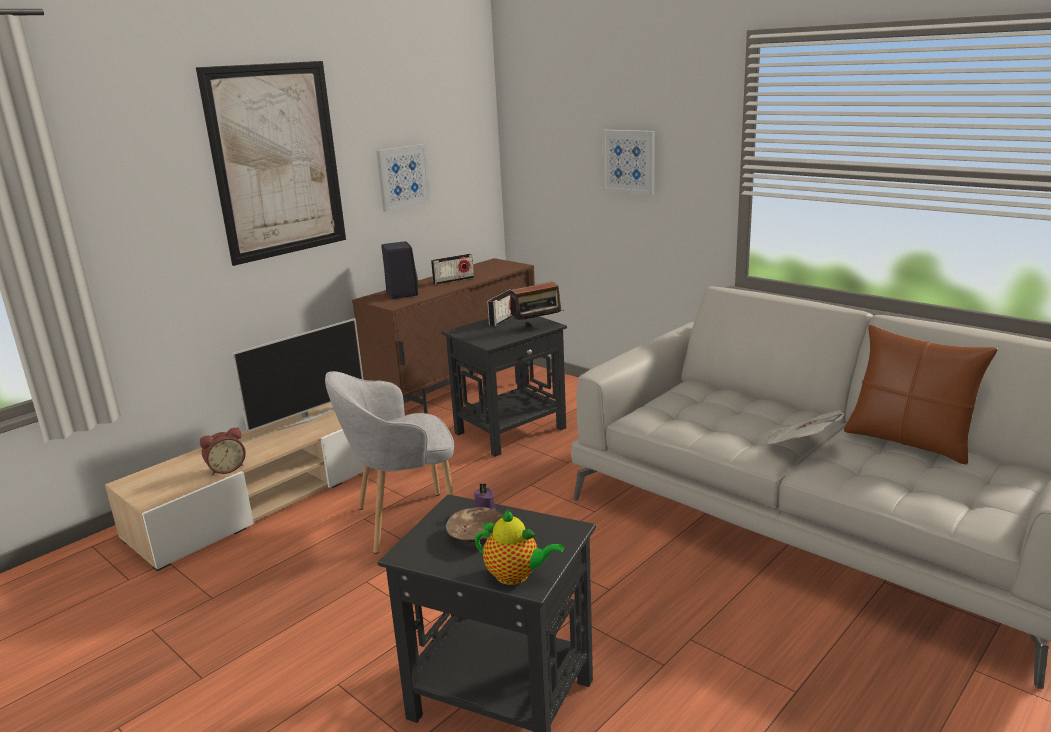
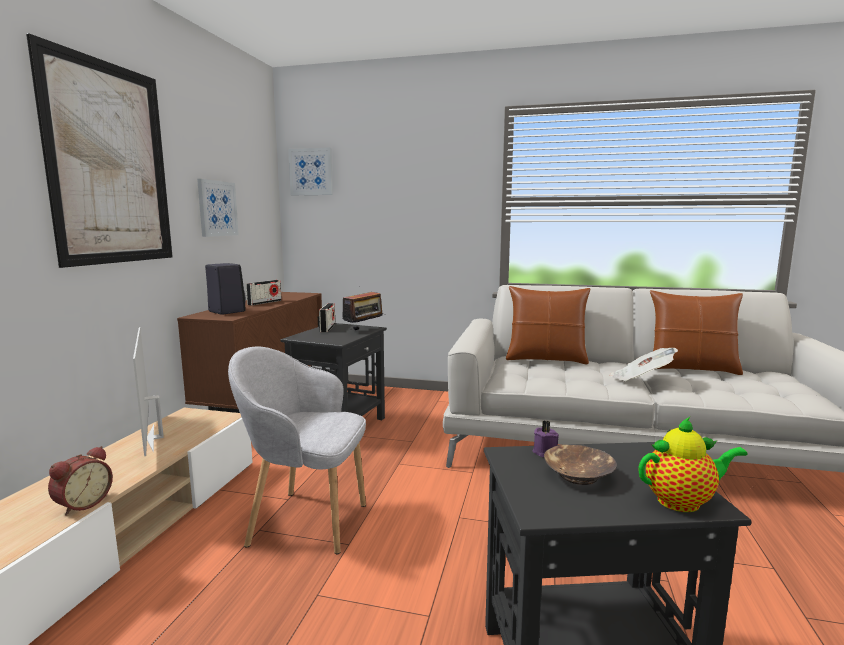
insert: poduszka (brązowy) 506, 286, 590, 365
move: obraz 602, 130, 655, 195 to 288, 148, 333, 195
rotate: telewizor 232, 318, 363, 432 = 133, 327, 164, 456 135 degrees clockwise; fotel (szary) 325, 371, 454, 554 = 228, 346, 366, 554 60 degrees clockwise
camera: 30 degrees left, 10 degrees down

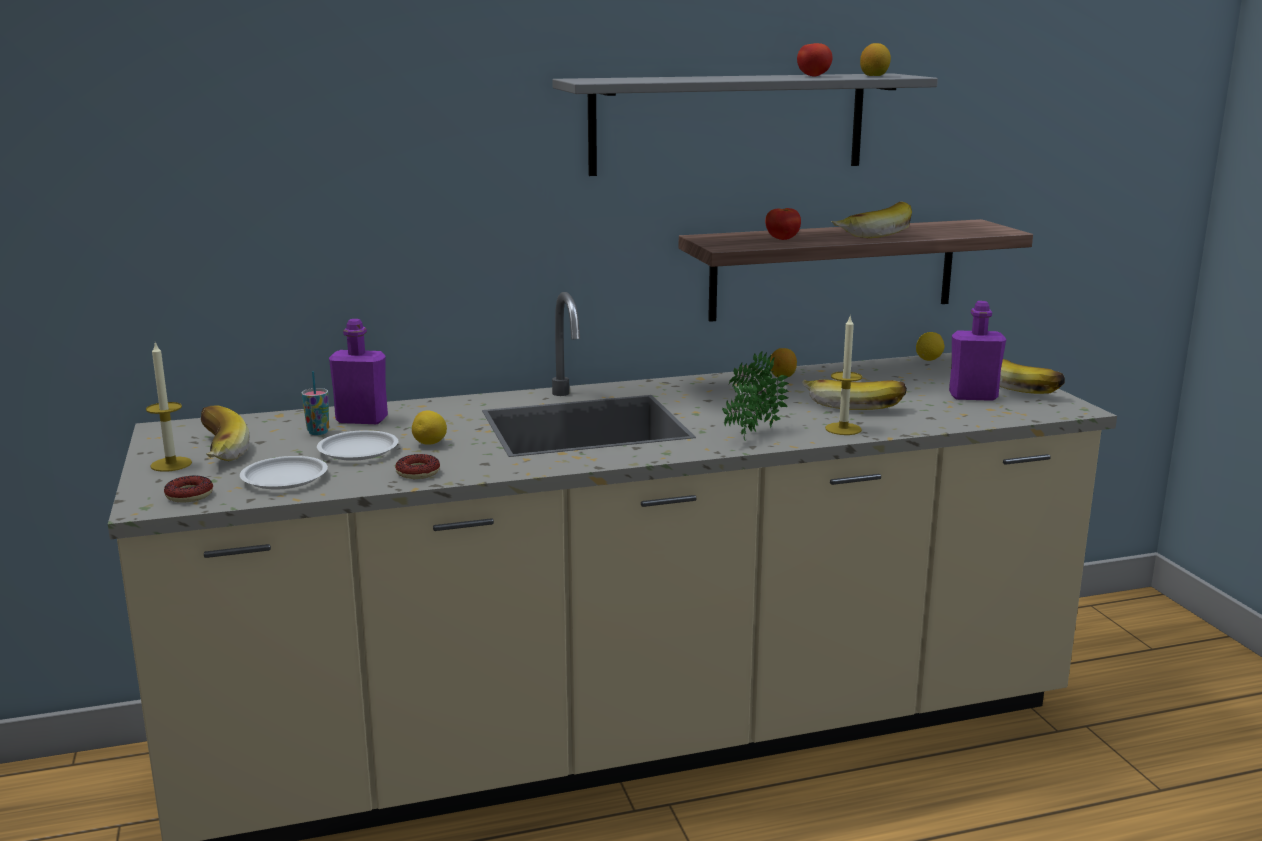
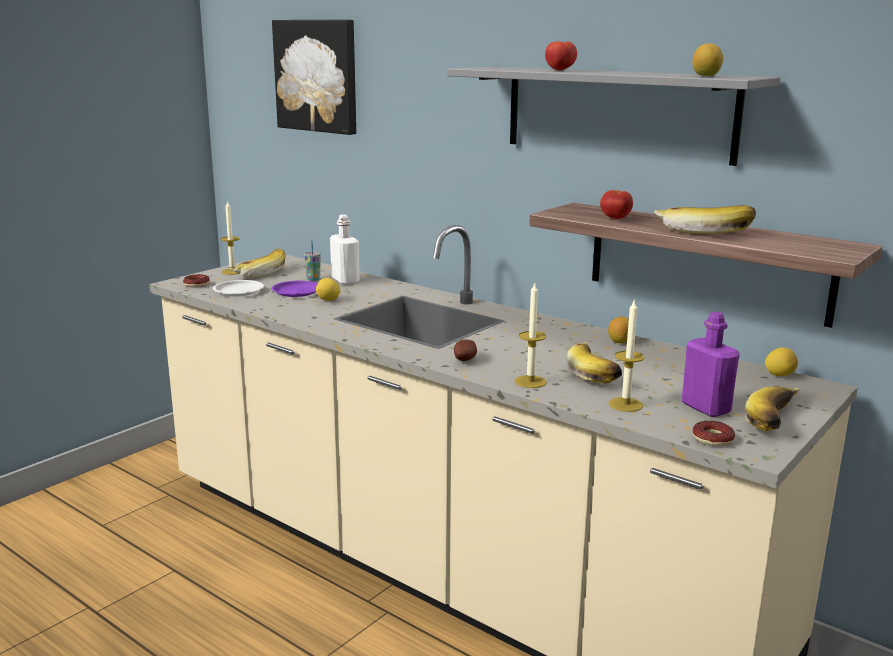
insert: obraz 272, 20, 356, 135; świeca 609, 301, 645, 412
move: donut 395, 454, 440, 479 to 692, 421, 735, 446; pomidor 797, 43, 832, 77 to 545, 41, 577, 70
replace: roślina doniczkowa 722, 350, 789, 441 to ziemniak 454, 340, 477, 361
recolor: talerz (biały) 317, 430, 398, 461 to talerz (fioletowy) 271, 281, 318, 297; butelka (fioletowy) 329, 319, 388, 424 to butelka (biały) 330, 214, 360, 285
camera: 55 degrees right, 0 degrees up

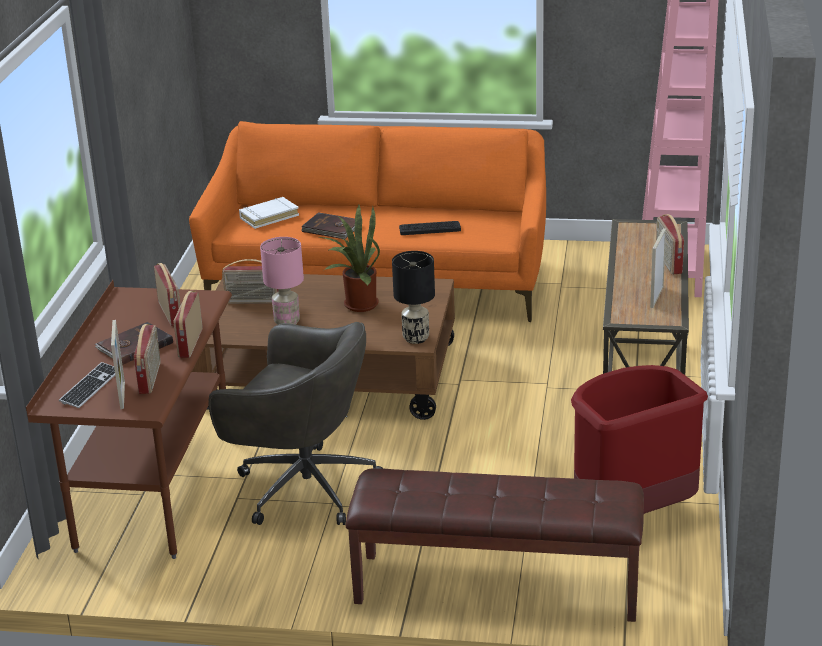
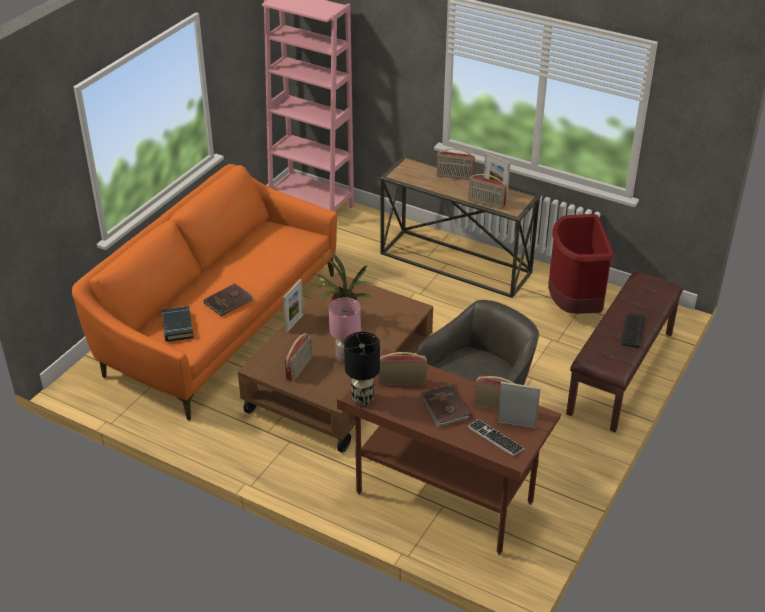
insert: ramka na zdjęcie 283, 279, 304, 333
move: radio 173, 291, 203, 358 to 468, 174, 507, 209; lampa stołowa (czarny) 392, 251, 435, 344 to 344, 332, 380, 406; klawiatura 399, 221, 461, 235 to 621, 314, 645, 348
recolor: książka (biały) 239, 197, 299, 229 to książka (czarny) 162, 306, 193, 342
camera: 70 degrees left, 10 degrees up

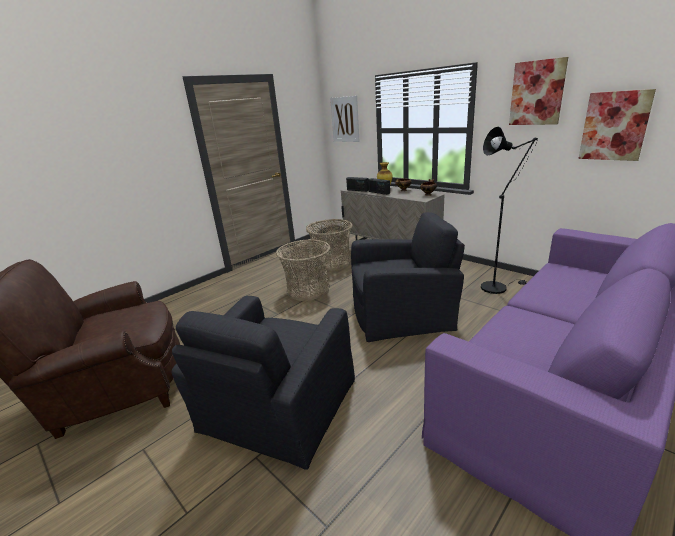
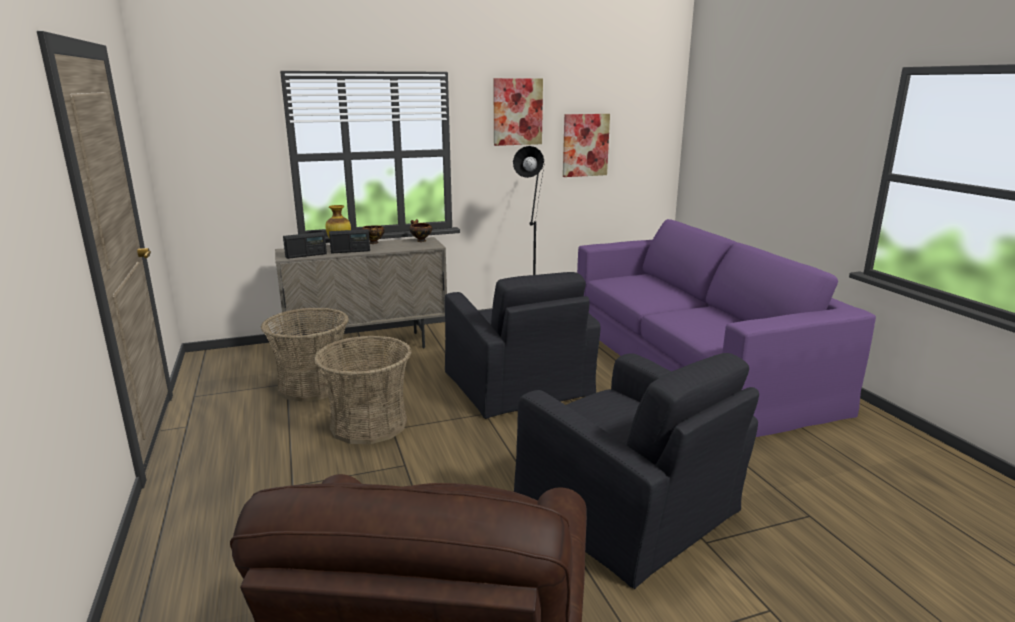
delete: obraz 330, 96, 360, 142
rotate: fotel (czarny) 351, 212, 465, 342 = 445, 272, 600, 419 135 degrees clockwise
camera: 65 degrees left, 5 degrees down

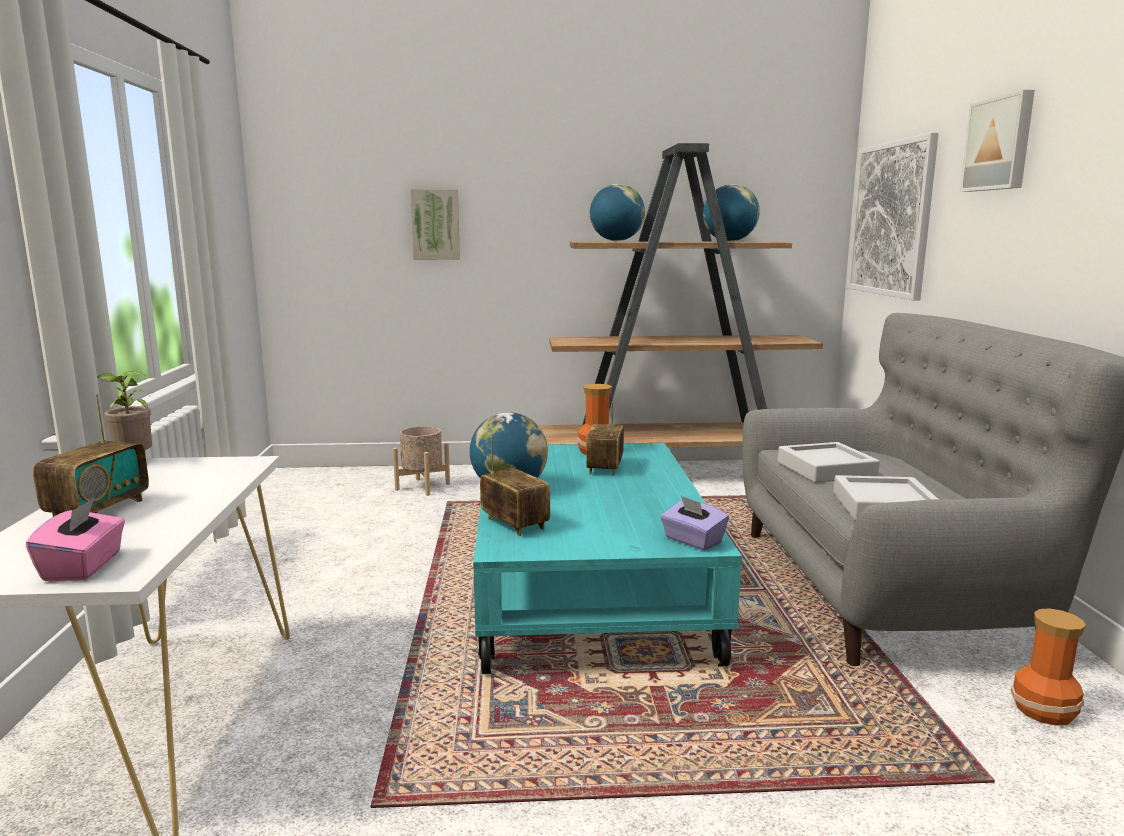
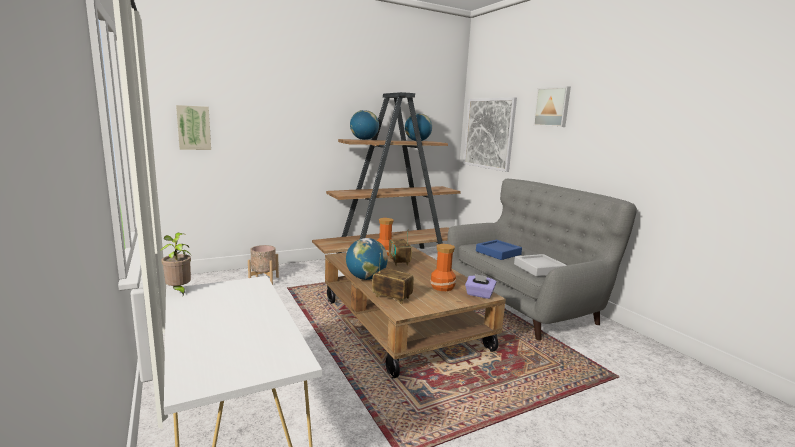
delete: pudełko chusteczek (różowy) 26, 498, 125, 581; radio 33, 394, 149, 517
move: obraz 410, 189, 460, 260 to 176, 105, 211, 150; wazon 1011, 608, 1086, 726 to 430, 244, 456, 291
recolor: ława (turkusowy) 473, 443, 742, 674 to ława (brązowy) 325, 245, 506, 378; taca (szary) 778, 442, 880, 483 to taca (niebieski) 476, 240, 522, 260
camera: 25 degrees left, 0 degrees up

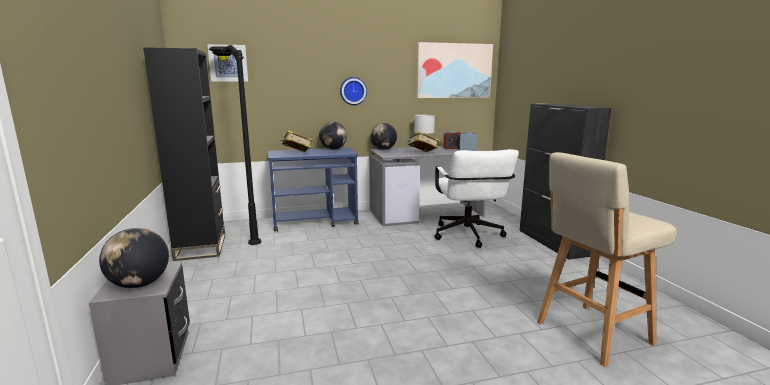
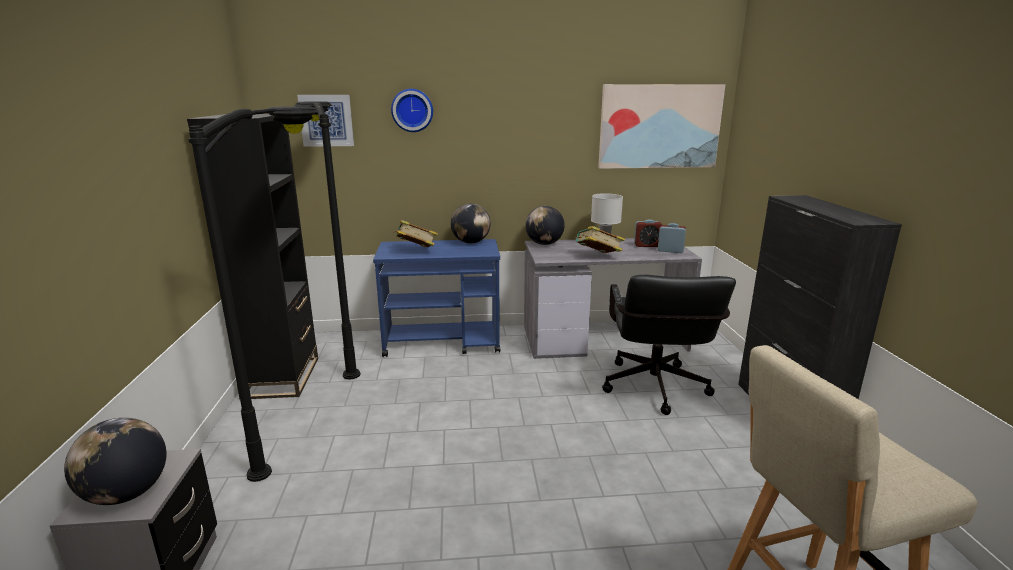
insert: lampa stojąca (czarny) 188, 106, 318, 482
move: zegar ścienny 340, 77, 367, 105 to 391, 89, 433, 132
recolor: krzesło biurowe (biały) 434, 149, 519, 248 to krzesło biurowe (czarny) 602, 275, 736, 415
camera: 10 degrees right, 5 degrees up

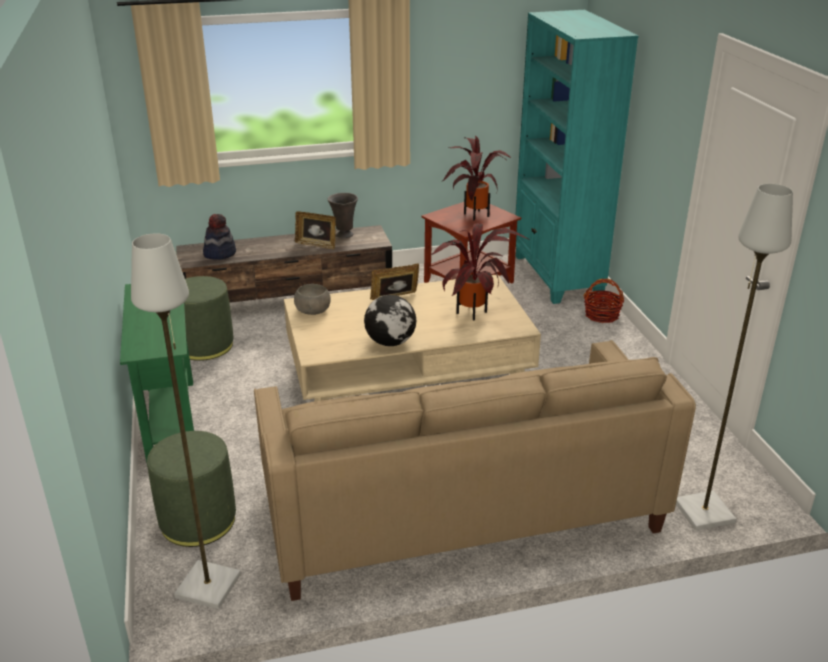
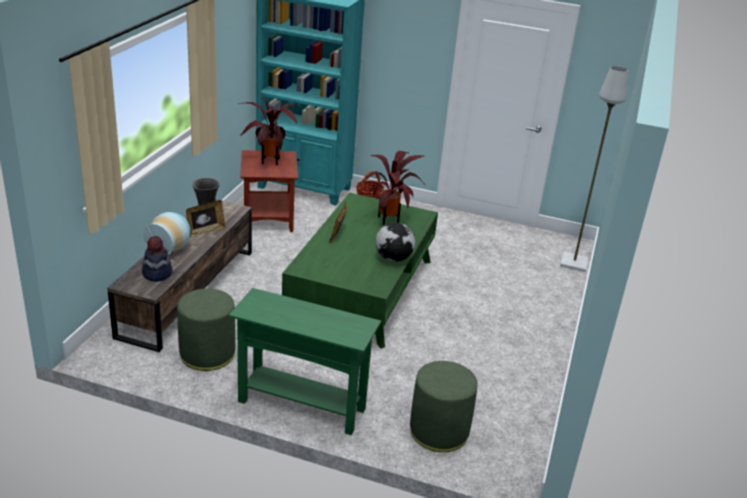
delete: lampa stojąca (szary) 131, 233, 241, 609; kanapa (beżowy) 254, 340, 696, 601; miska (szary) 294, 284, 331, 315
insert: wazon 143, 212, 190, 255
recolor: ława (beżowy) 284, 274, 541, 401 to ława (zielony) 282, 193, 438, 349
camera: 60 degrees left, 0 degrees up

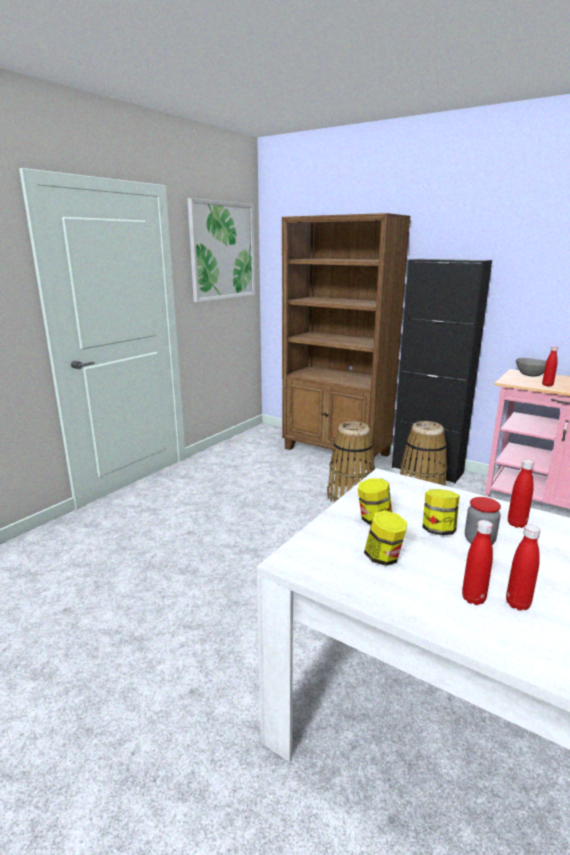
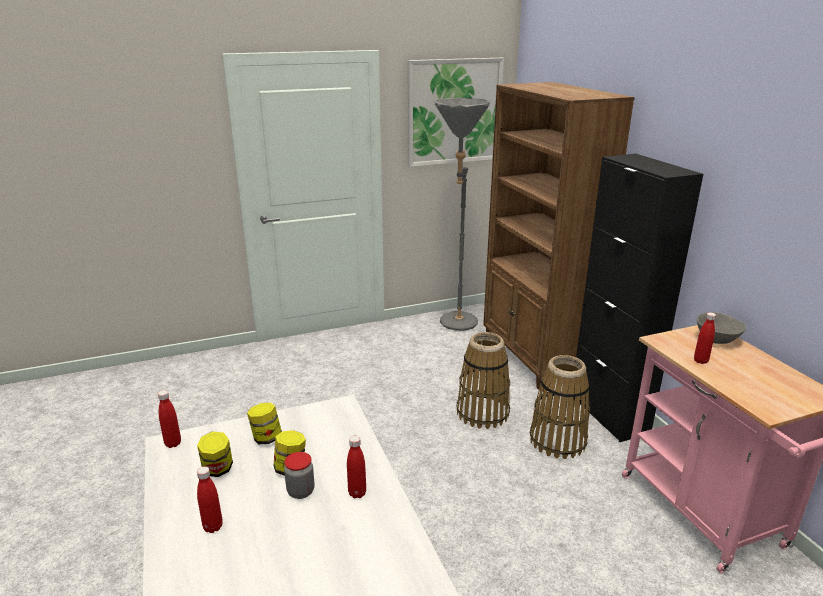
insert: lampa stojąca (szary) 435, 98, 490, 331
move: butelka (czerwony) 506, 524, 541, 611 to 158, 390, 181, 448
camera: 35 degrees right, 5 degrees up

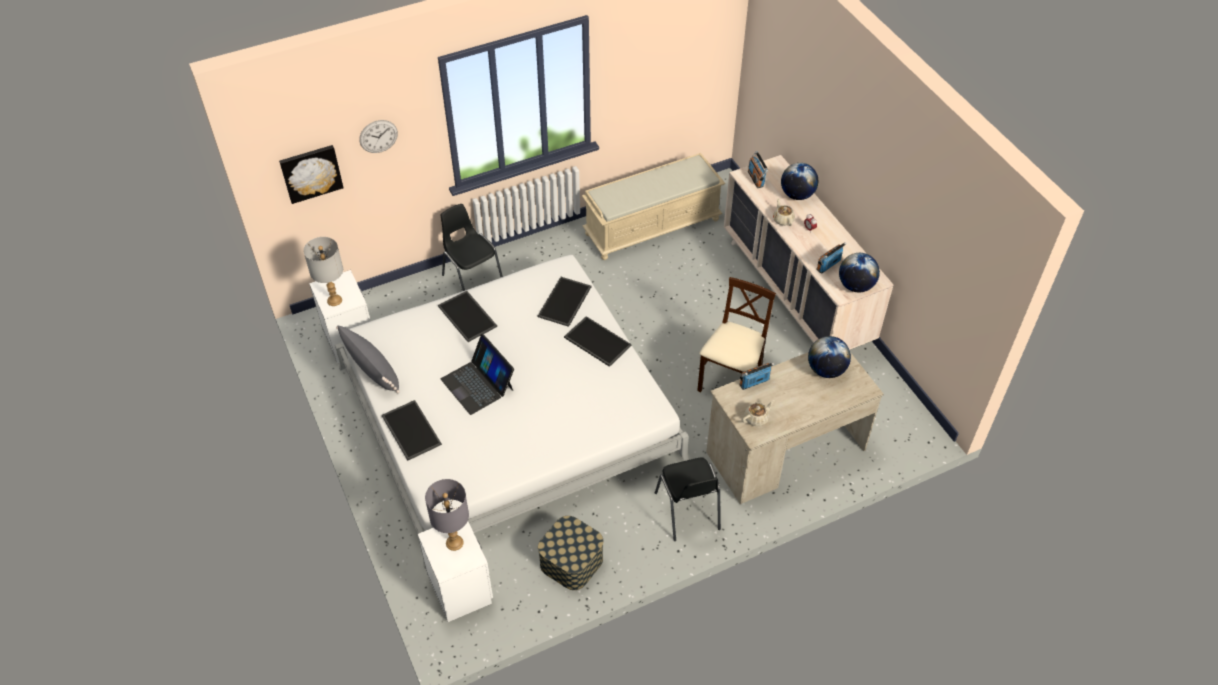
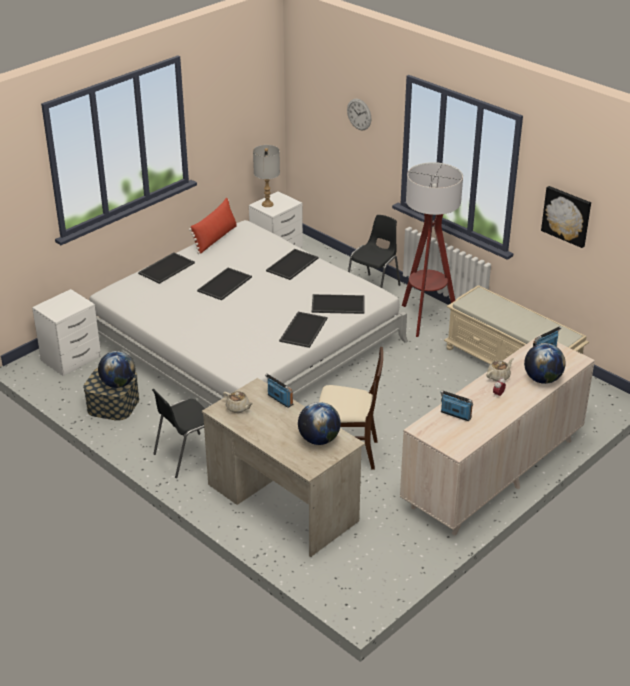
delete: lampa stołowa (szary) 425, 479, 469, 551
insert: lampa stojąca 402, 162, 463, 337
move: obraz 279, 145, 344, 204 to 541, 186, 591, 248; globus 839, 253, 880, 292 to 98, 351, 135, 388
replace: laptop 441, 334, 514, 415 to taca 197, 267, 252, 300
recolor: poduszka (szary) 336, 325, 400, 393 to poduszka (czerwony) 189, 198, 237, 254
camera: 70 degrees right, 15 degrees down

